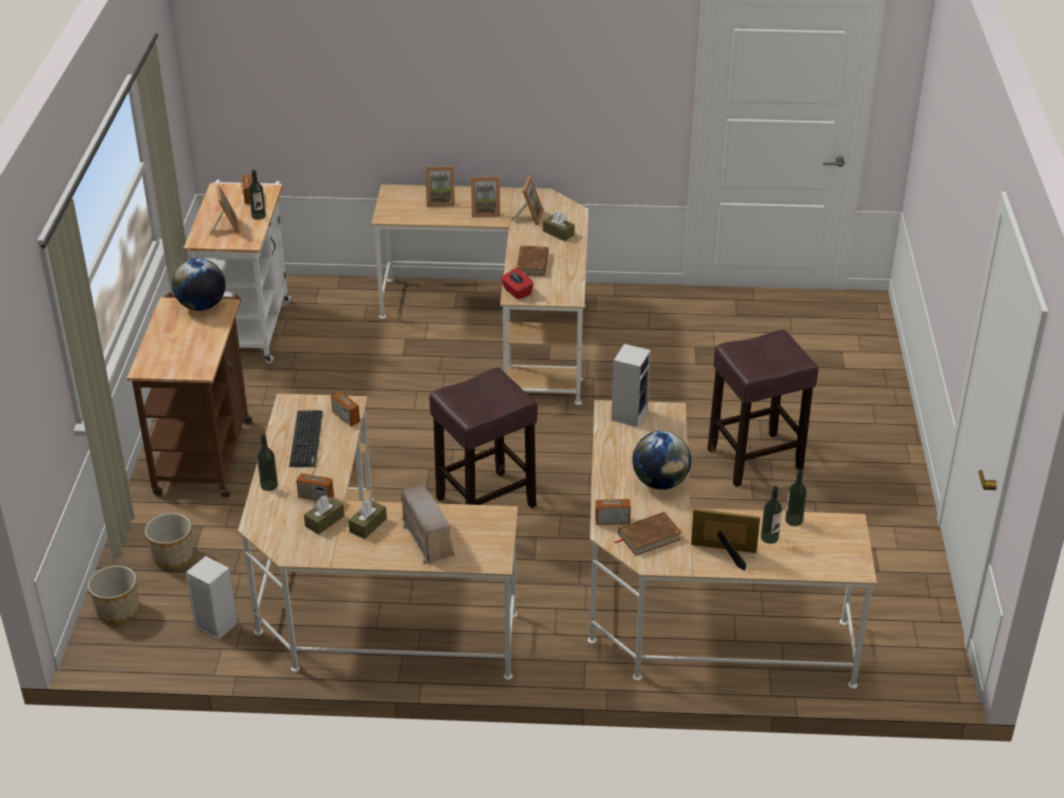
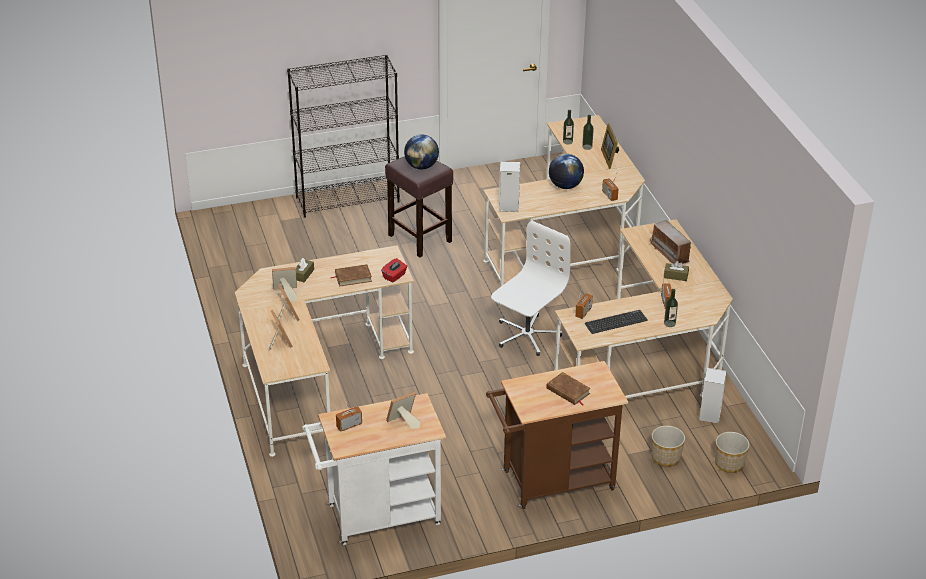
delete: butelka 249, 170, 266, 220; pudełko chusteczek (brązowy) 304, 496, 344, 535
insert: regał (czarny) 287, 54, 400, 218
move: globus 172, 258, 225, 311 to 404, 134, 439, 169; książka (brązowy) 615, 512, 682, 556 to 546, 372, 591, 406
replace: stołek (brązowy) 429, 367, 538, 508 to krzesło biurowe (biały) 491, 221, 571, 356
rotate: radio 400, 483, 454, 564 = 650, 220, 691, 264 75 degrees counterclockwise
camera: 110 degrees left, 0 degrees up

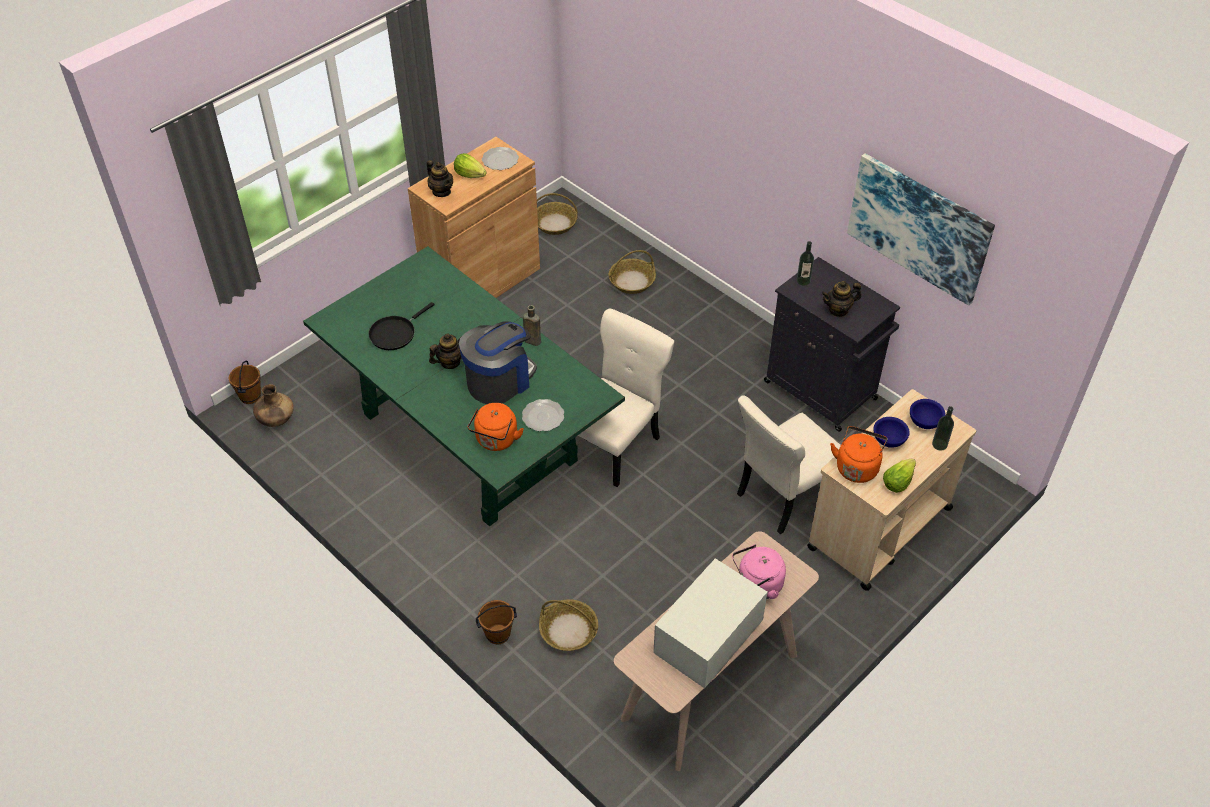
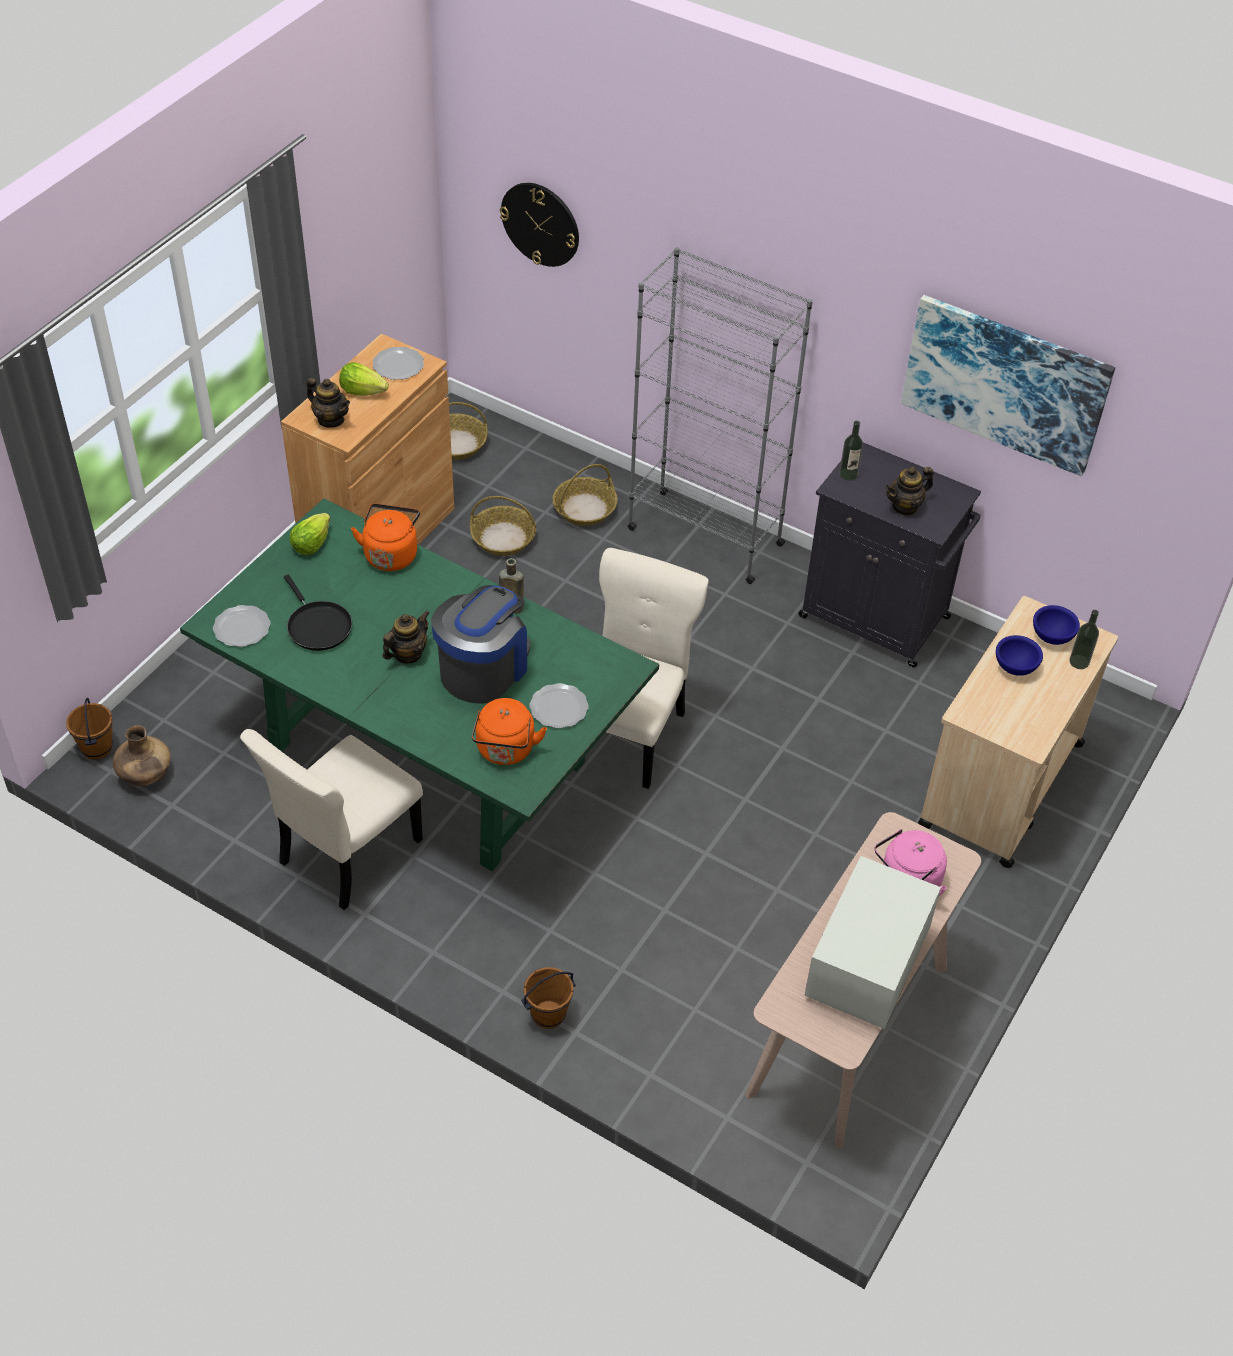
insert: talerz 213, 605, 271, 647; zegar ścienny 500, 183, 579, 267; regał (szary) 627, 247, 813, 584
move: koszyk 539, 599, 598, 651 to 470, 496, 537, 556; krzesło (beżowy) 737, 395, 841, 535 to 240, 729, 423, 910; czajnik (pomarańczowy) 830, 426, 888, 483 to 351, 504, 420, 571; sałata 883, 459, 916, 493 to 289, 513, 330, 555
rotate: patelnia (czarny) 368, 302, 435, 350 = 284, 574, 352, 651 60 degrees counterclockwise
camera: 15 degrees left, 0 degrees up

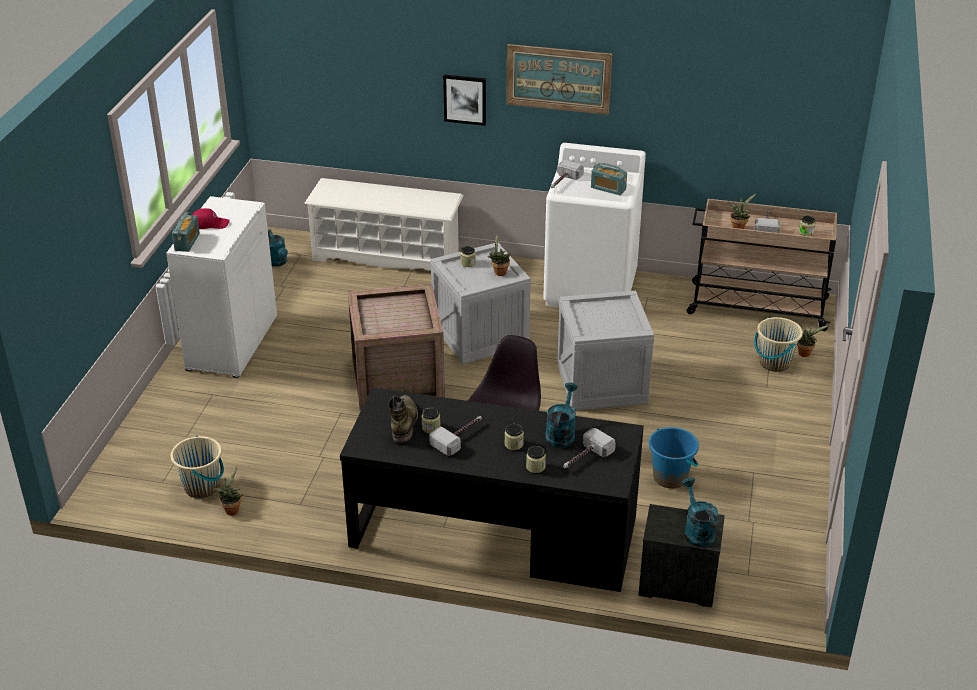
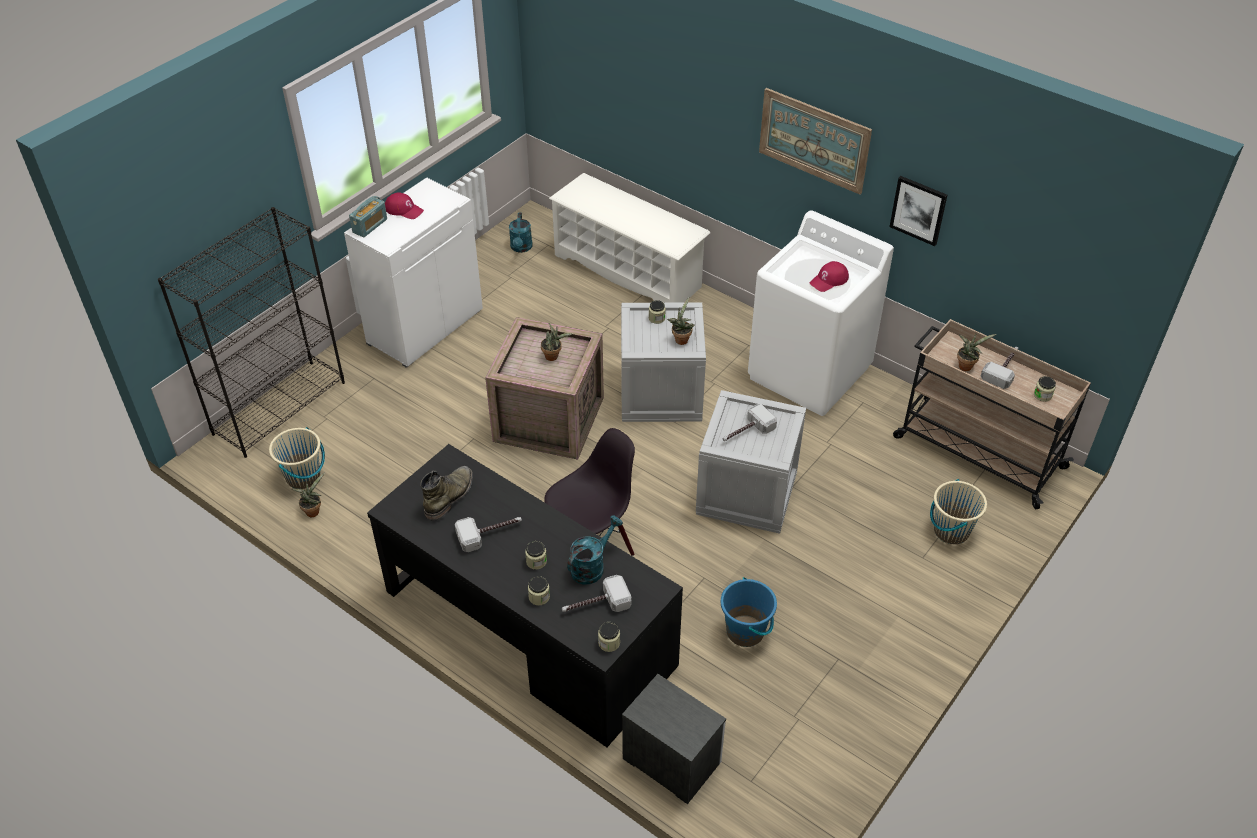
delete: konewka (turkusowy) 682, 478, 718, 547
insert: regał (czarny) 158, 207, 345, 458
move: słoik 421, 407, 441, 434 to 598, 622, 620, 652; obraz 443, 74, 486, 126 to 889, 176, 947, 246; młotek 551, 160, 584, 188 to 722, 404, 777, 441; roślina doniczkowa 797, 323, 830, 357 to 541, 323, 572, 361
replace: radio 591, 163, 627, 195 to czapka z daszkiem (czerwony) 810, 261, 849, 292
camera: 25 degrees right, 10 degrees up

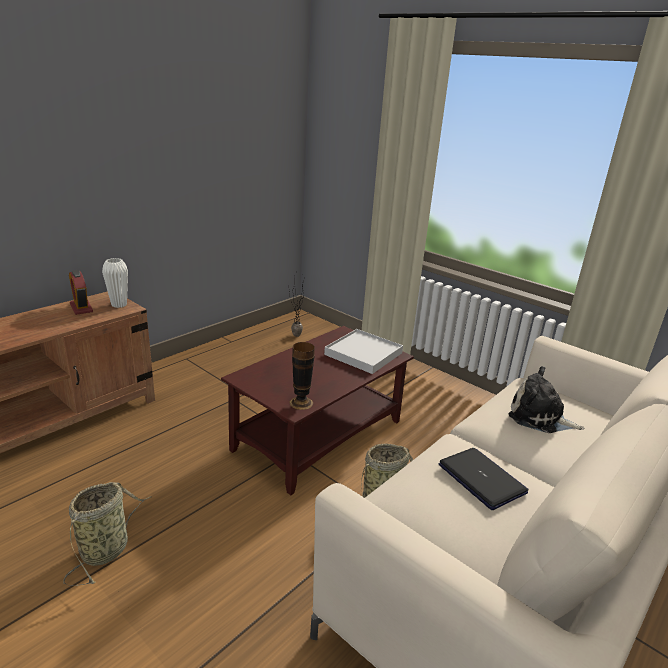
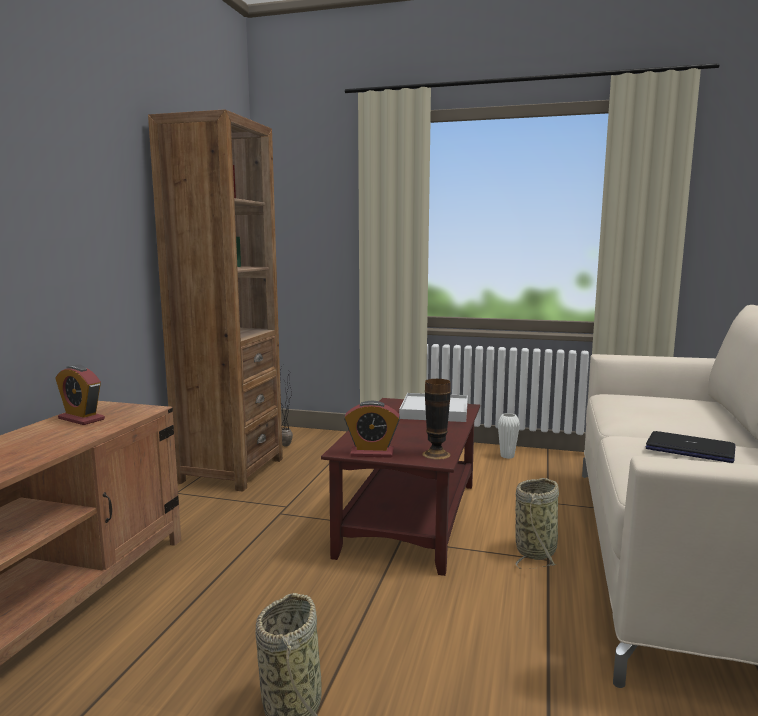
delete: pluszak 509, 366, 585, 433
insert: regał (brązowy) 148, 109, 283, 492; budzik 344, 400, 400, 458
move: wazon (biały) 102, 258, 128, 308 to 498, 413, 520, 459
camera: 25 degrees left, 15 degrees down

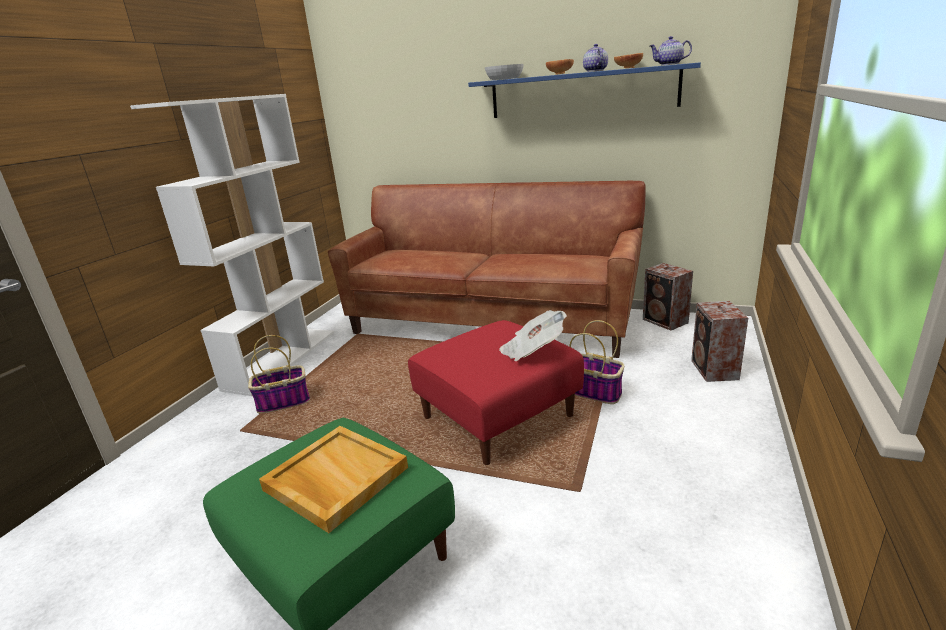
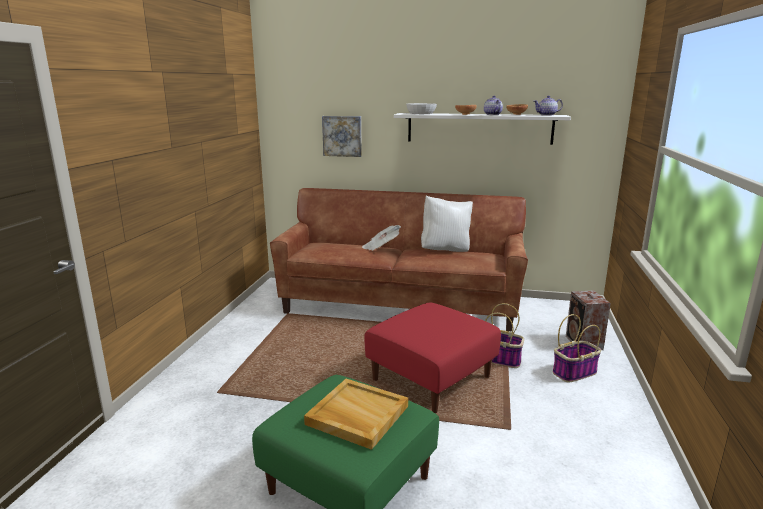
delete: regał (biały) 130, 94, 334, 396; głośnik 643, 263, 693, 331
insert: obraz 322, 116, 362, 157; poduszka (biały) 421, 196, 473, 252
move: koszyk 248, 335, 310, 414 to 553, 314, 601, 382; gazeta 499, 310, 567, 361 to 362, 225, 401, 251
recolor: półka (niebieski) 468, 62, 701, 118 to półka (biały) 394, 113, 571, 145
camera: 10 degrees left, 5 degrees down

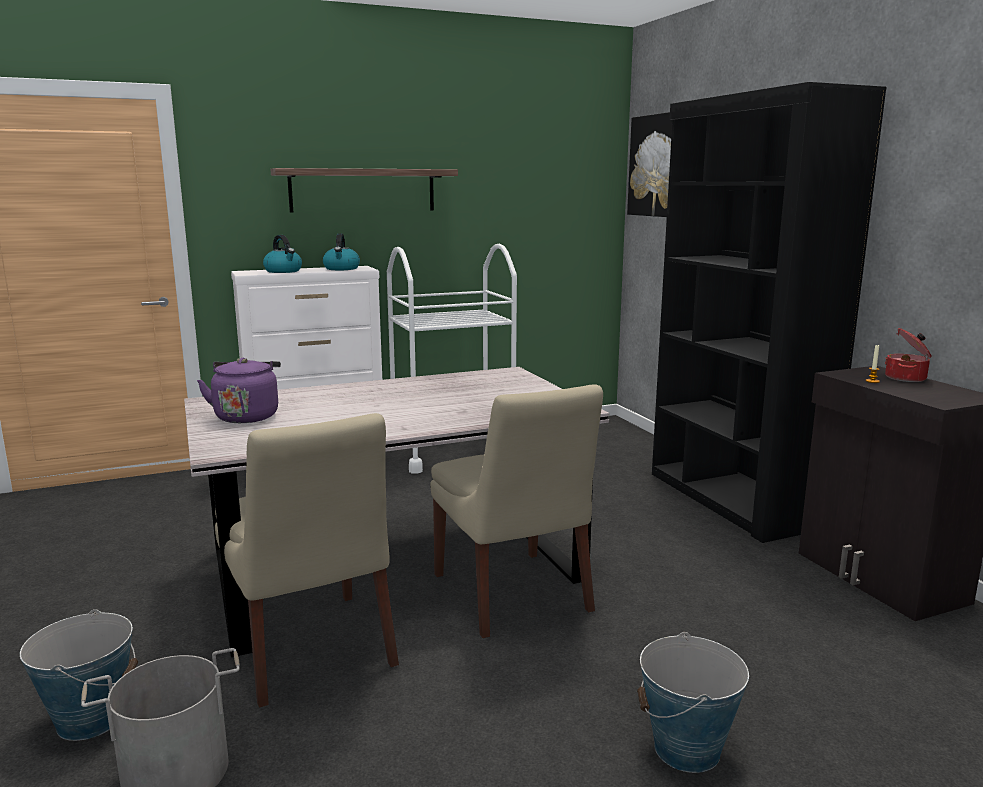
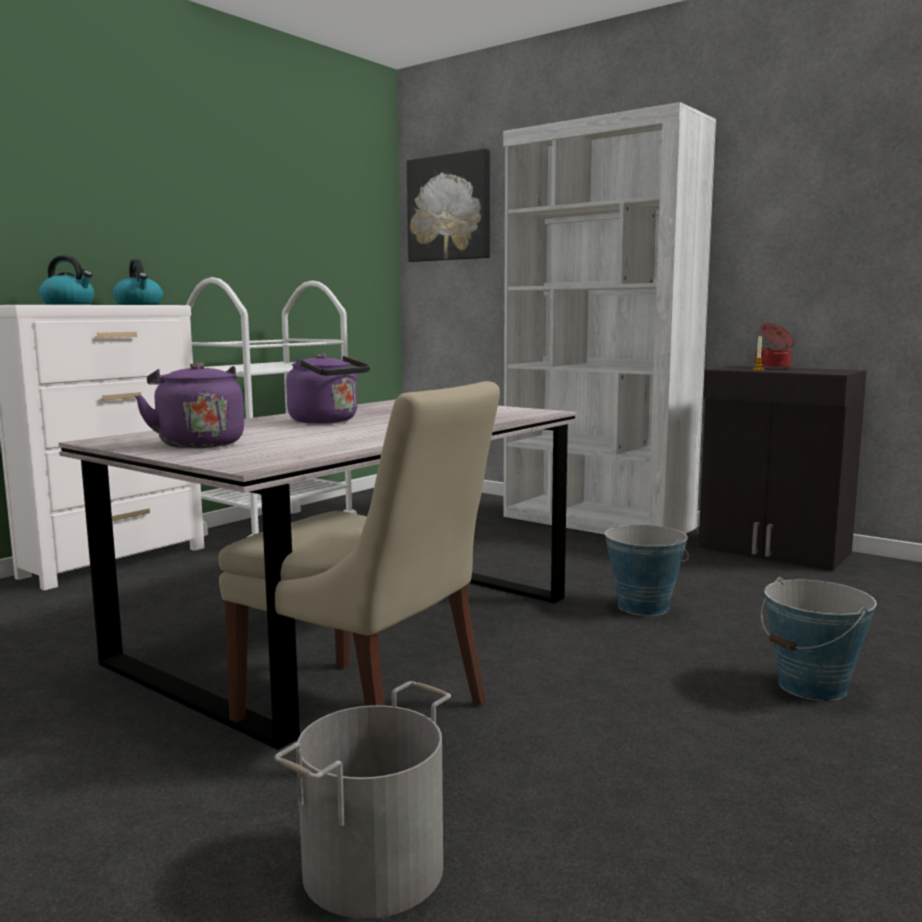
delete: półka 271, 168, 458, 212; krzesło (beżowy) 430, 384, 603, 638
insert: czajnik (fioletowy) 286, 353, 370, 424
move: wiadro 20, 609, 138, 741 to 605, 523, 689, 616
recolor: regał (czarny) 652, 82, 887, 543 to regał (biały) 503, 102, 716, 535
camera: 30 degrees left, 5 degrees down

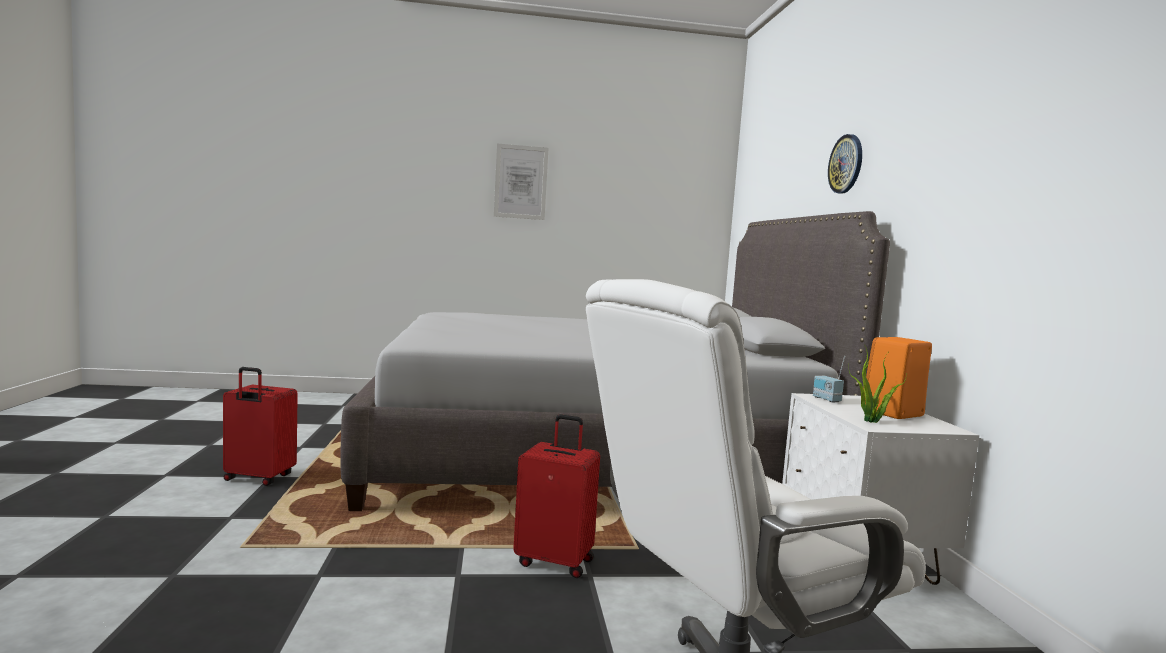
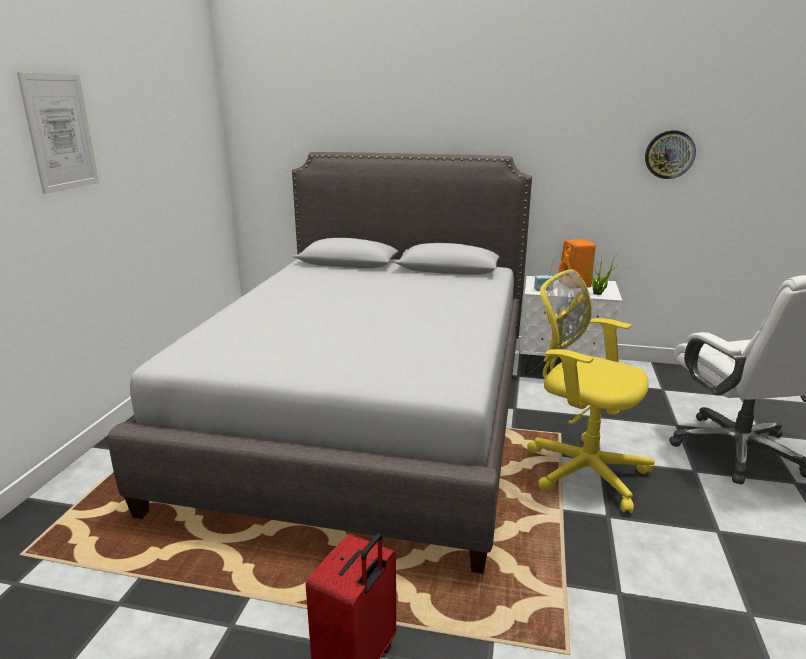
move: zegar ścienny 828, 134, 862, 194 to 645, 130, 696, 179
replace: walizka (czerwony) 513, 414, 600, 578 to krzesło biurowe (żółty) 527, 269, 655, 513
camera: 70 degrees left, 15 degrees up

